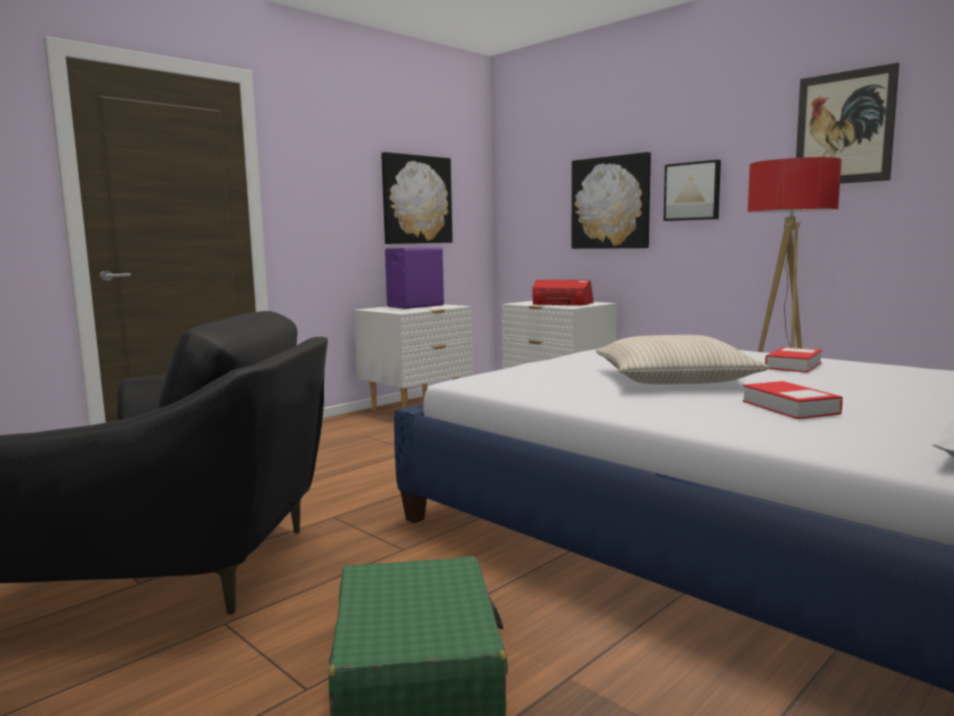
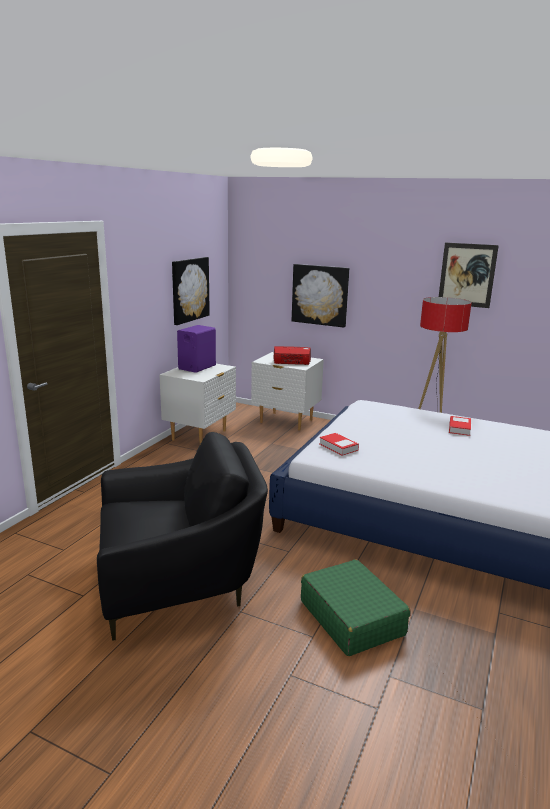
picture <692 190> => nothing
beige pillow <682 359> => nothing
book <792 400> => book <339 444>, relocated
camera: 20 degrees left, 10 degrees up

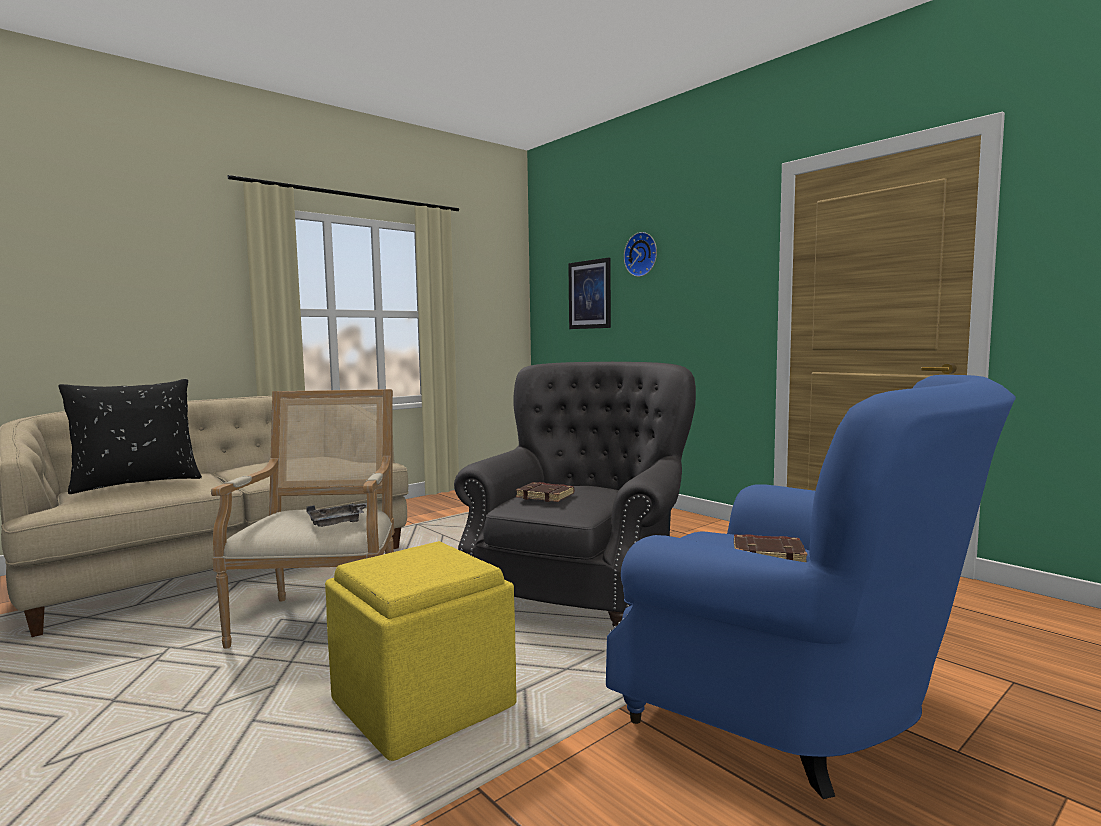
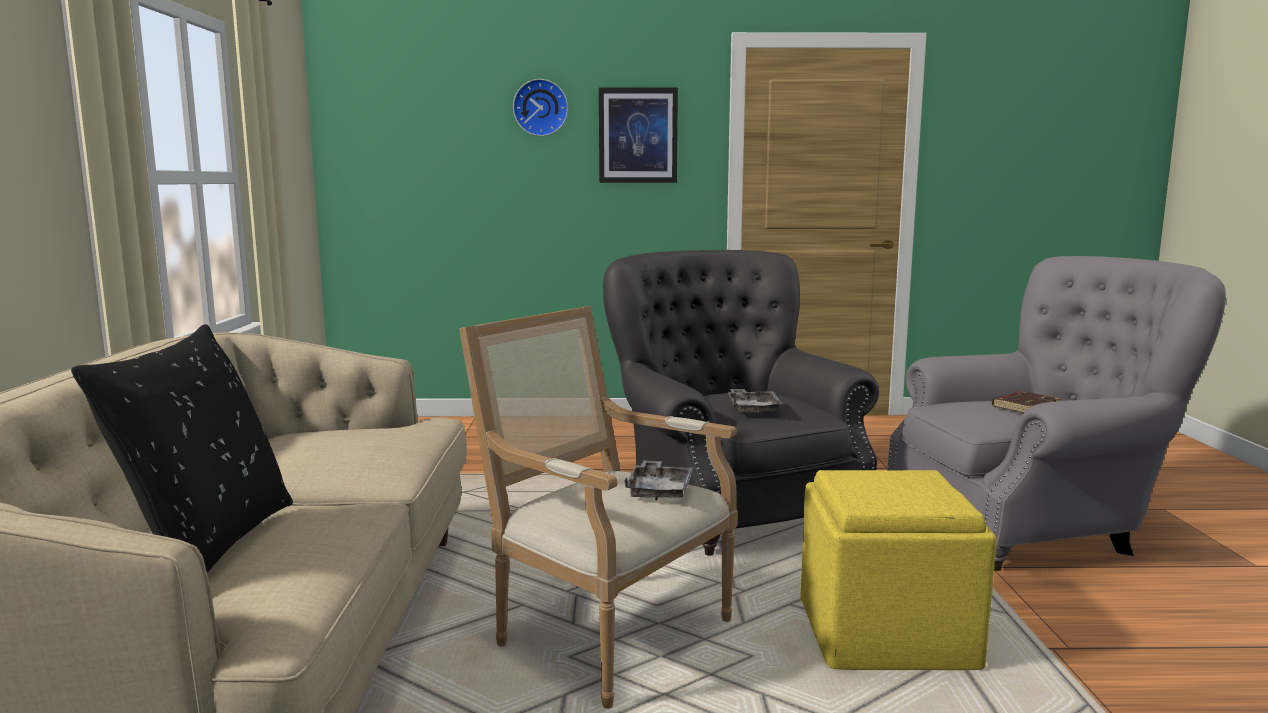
picture <589 293> => picture <638 135>, relocated
blue armchair <811 587> => grey armchair <1056 413>
brown book <545 492> => grey tray <755 401>
camera: 50 degrees left, 5 degrees up

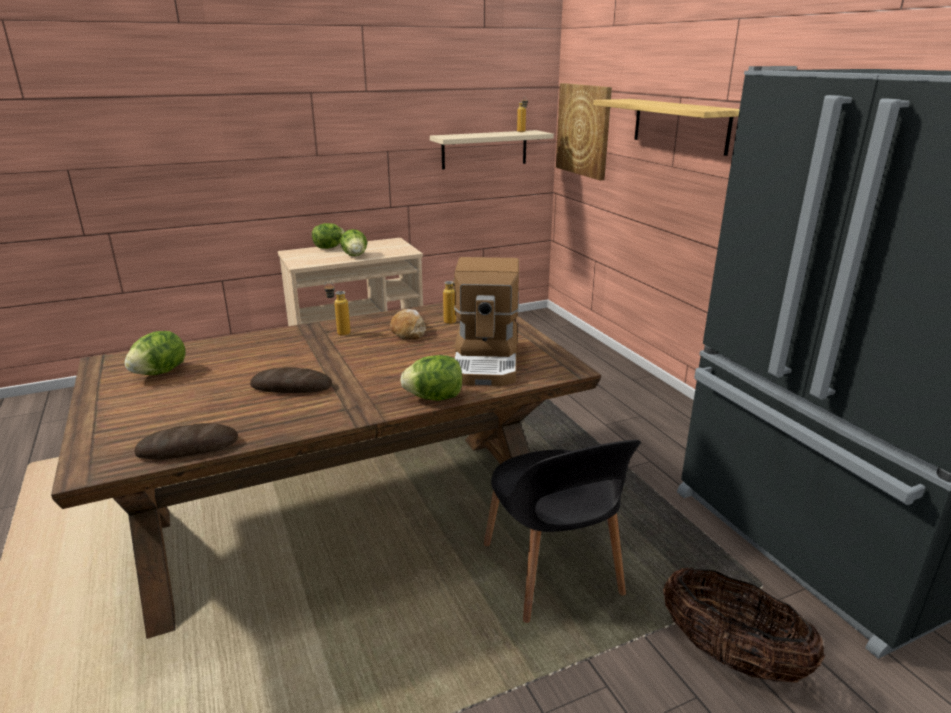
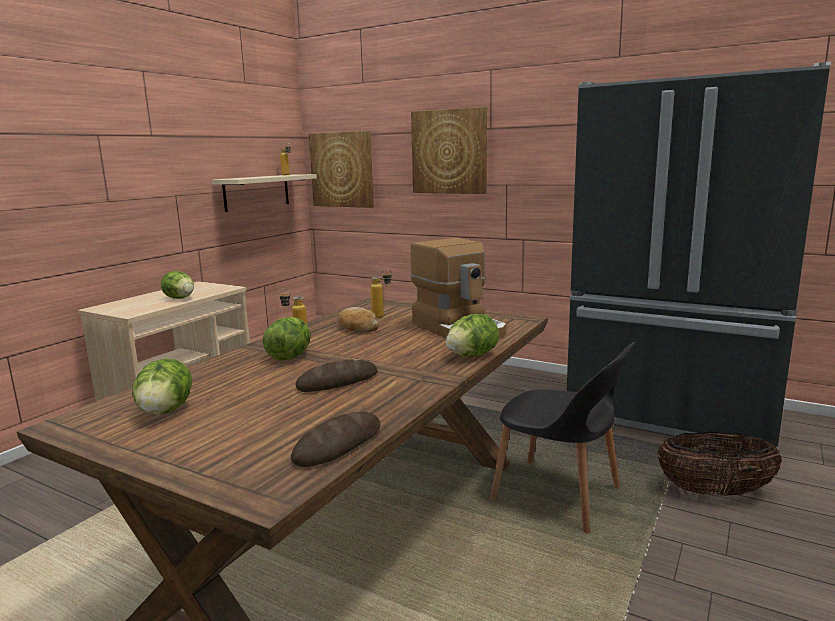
shelf <666 127> => picture <449 150>
lettuce <328 236> => lettuce <287 338>, relocated
camera: 35 degrees left, 10 degrees down

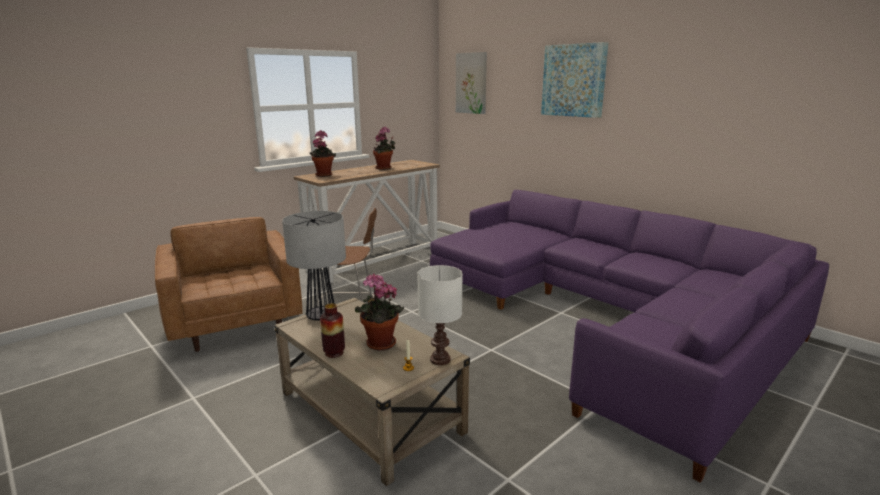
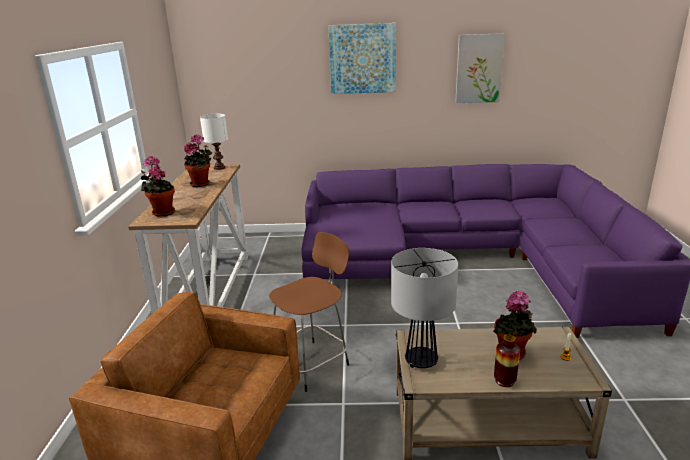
picture <471 83> => picture <480 68>, relocated
white table lamp <440 315> => white table lamp <214 142>, relocated
camera: 45 degrees left, 5 degrees up

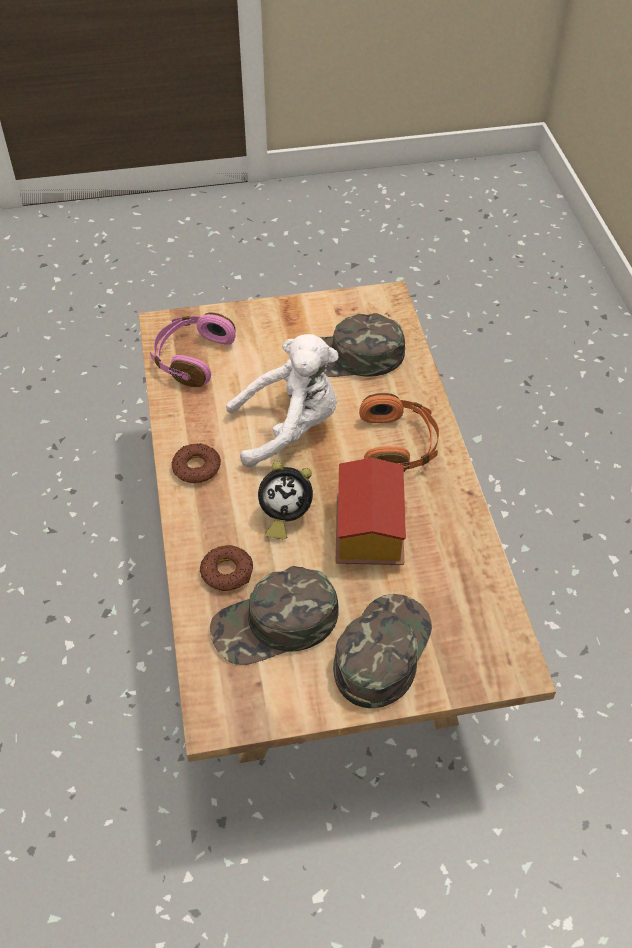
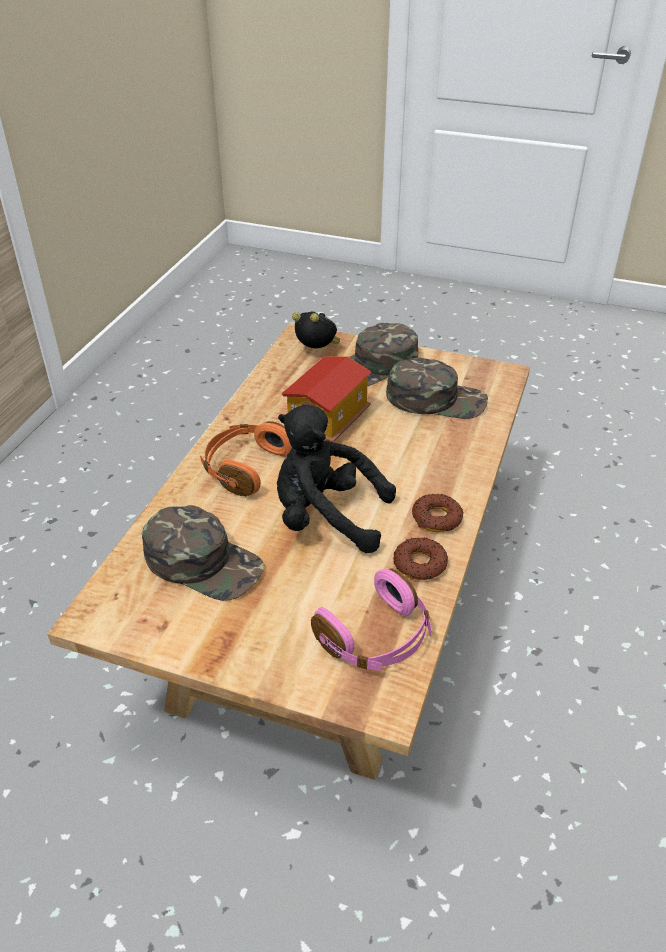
white plush toy <282 401> => black plush toy <336 479>
alarm clock <285 500> => alarm clock <316 330>, relocated
donut <226 568> => donut <420 558>, relocated
camera: 150 degrees left, 10 degrees down

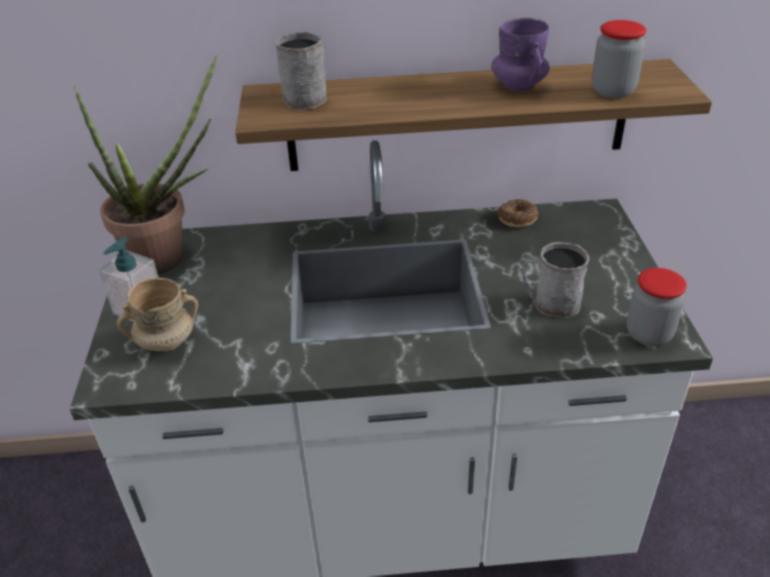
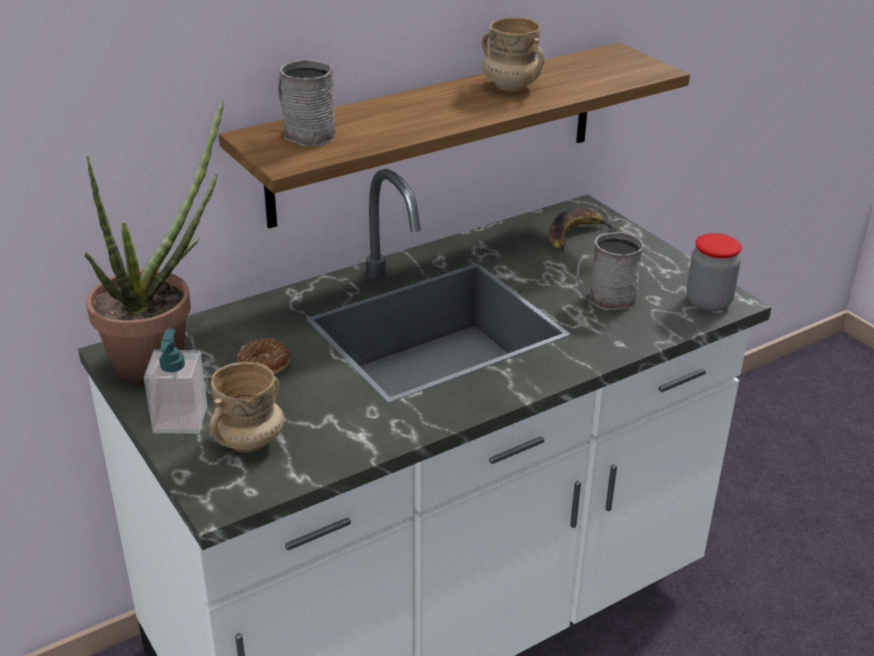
purple mug <520 54> => beige mug <513 54>
jar <618 59> => nothing
donut <518 213> => donut <264 356>, relocated
nothing => banana <583 229>
camera: 30 degrees left, 5 degrees down

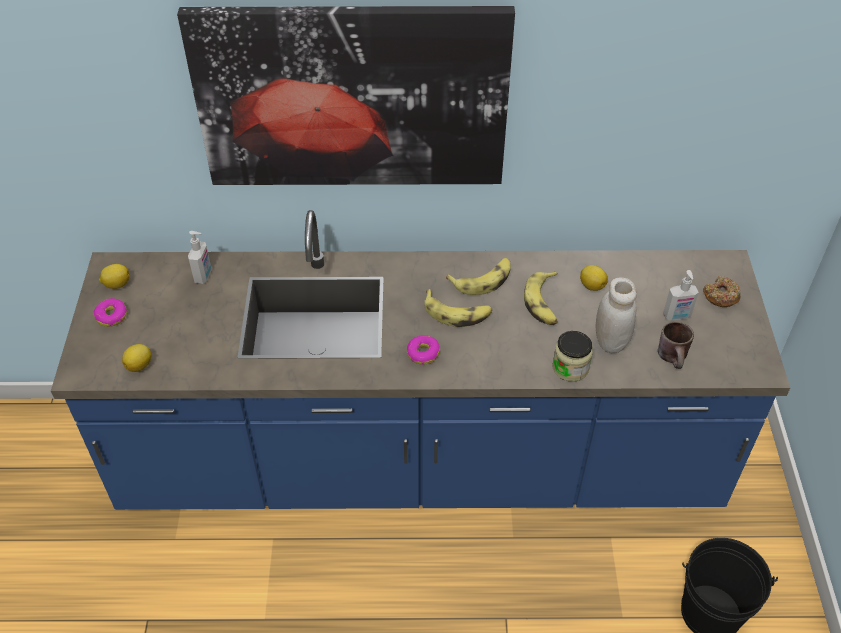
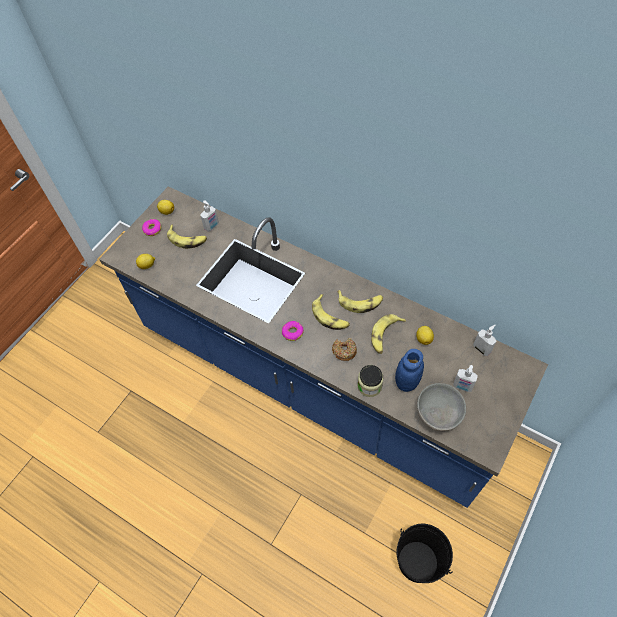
picture <346 95> => nothing
donut <722 291> => donut <344 349>, relocated
white jar <616 315> => blue jar <409 370>
brown mug <676 345> => grey bowl <441 407>
nothing => banana <187 237>
nothing => soap dispenser <485 340>
camera: 35 degrees right, 10 degrees up

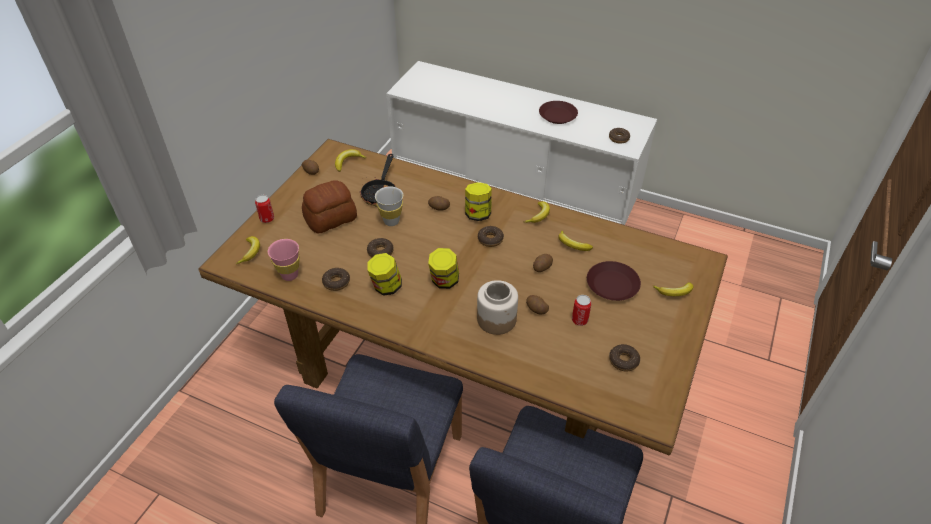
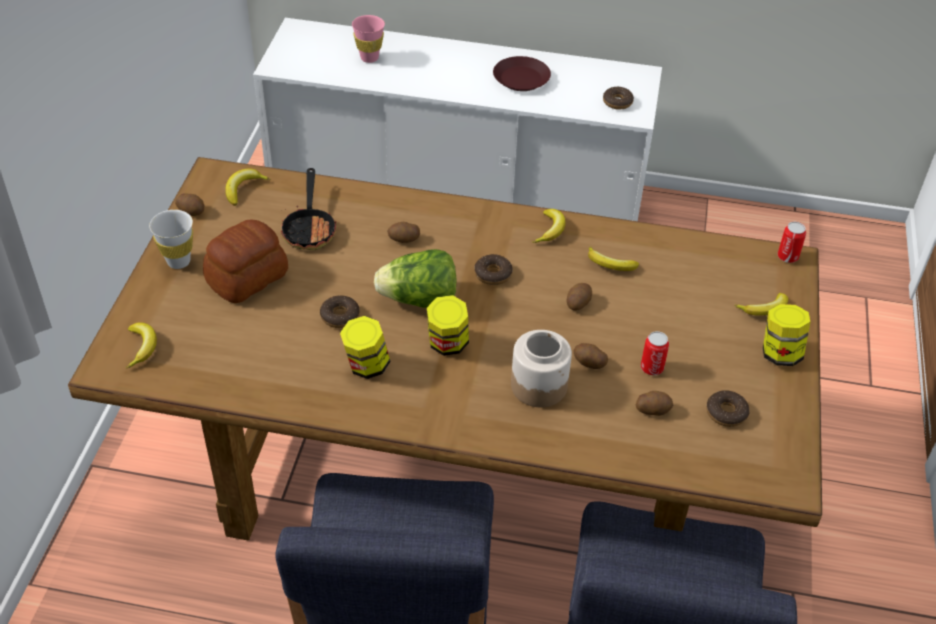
jar <478 201> => jar <786 335>, relocated
white cup <389 206> => white cup <171 239>, relocated
can <264 209> => can <792 242>, relocated
pink cup <284 260> => pink cup <368 39>, relocated
brown plate <614 281> => nothing
donut <336 279> => nothing
nothing => lettuce <415 278>
nothing => potato <654 403>
camera: 15 degrees left, 0 degrees up

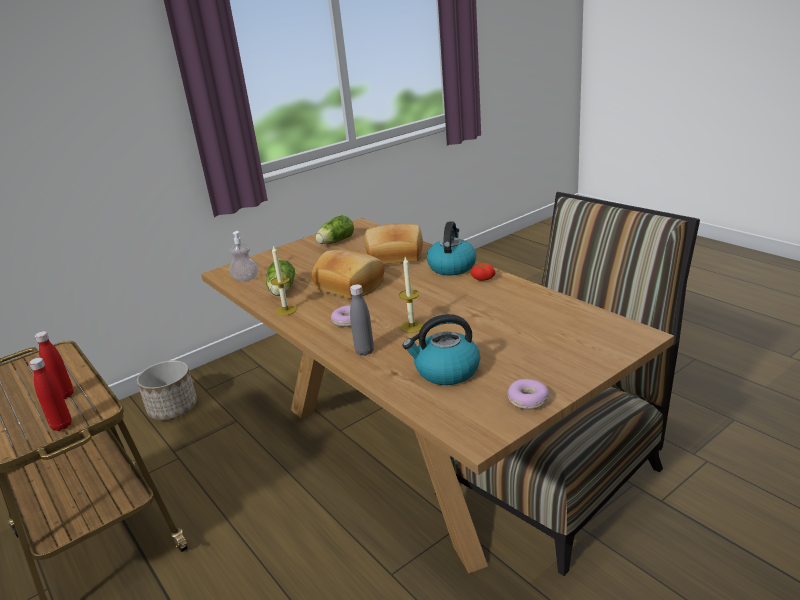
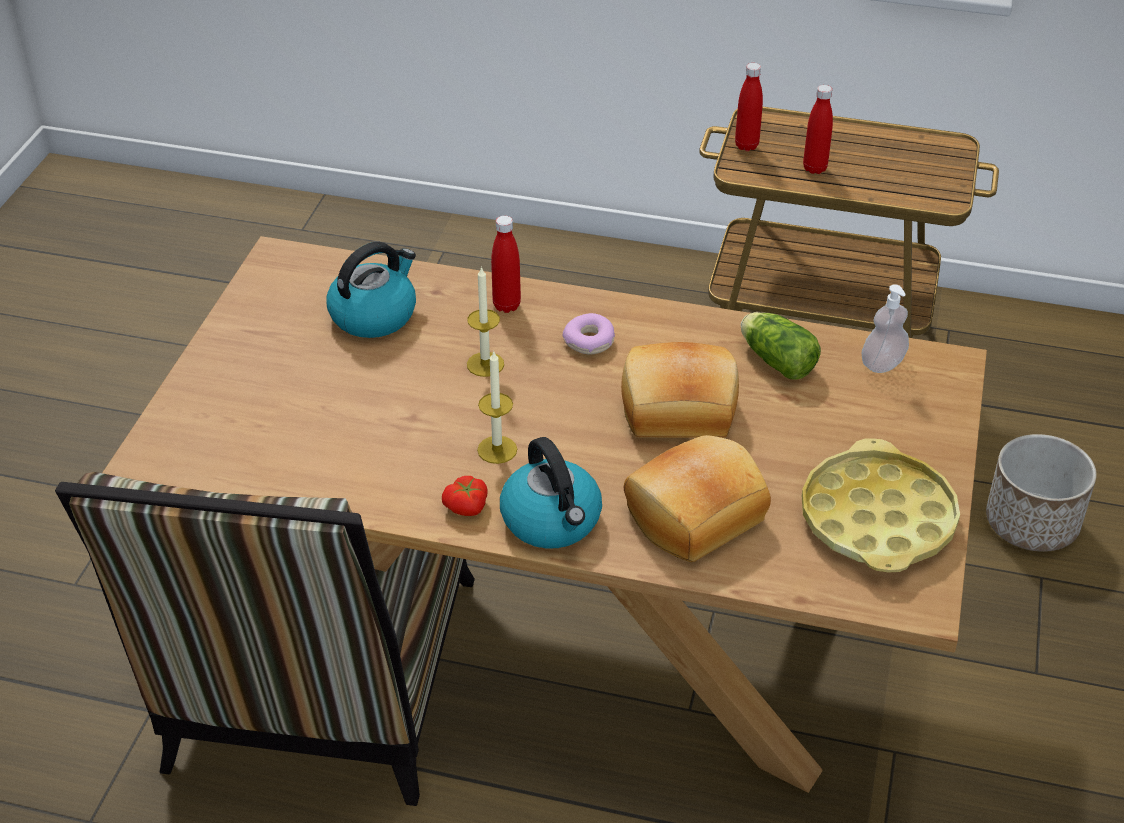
lettuce <335 229> => yellow tray <881 506>
candle <284 281> => candle <497 408>, relocated
grey bottle <362 320> => red bottle <506 264>
donut <528 394> => nothing
camera: 140 degrees right, 15 degrees up

